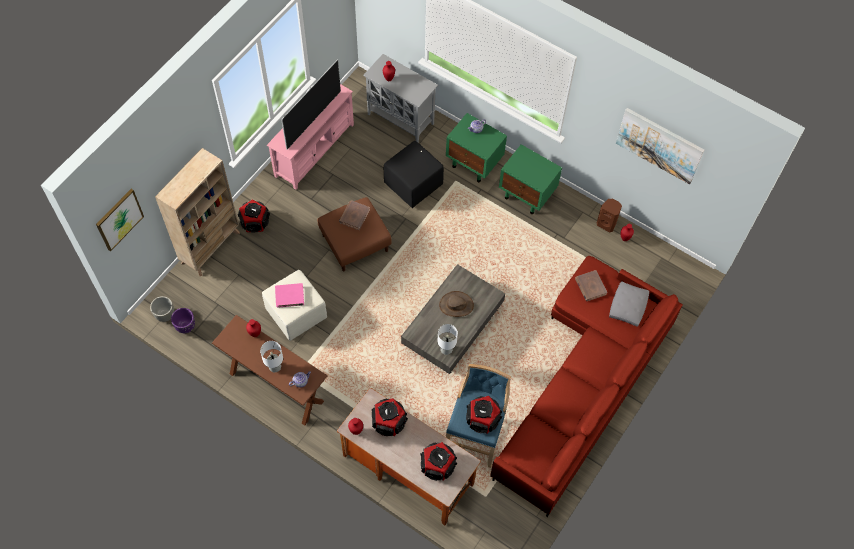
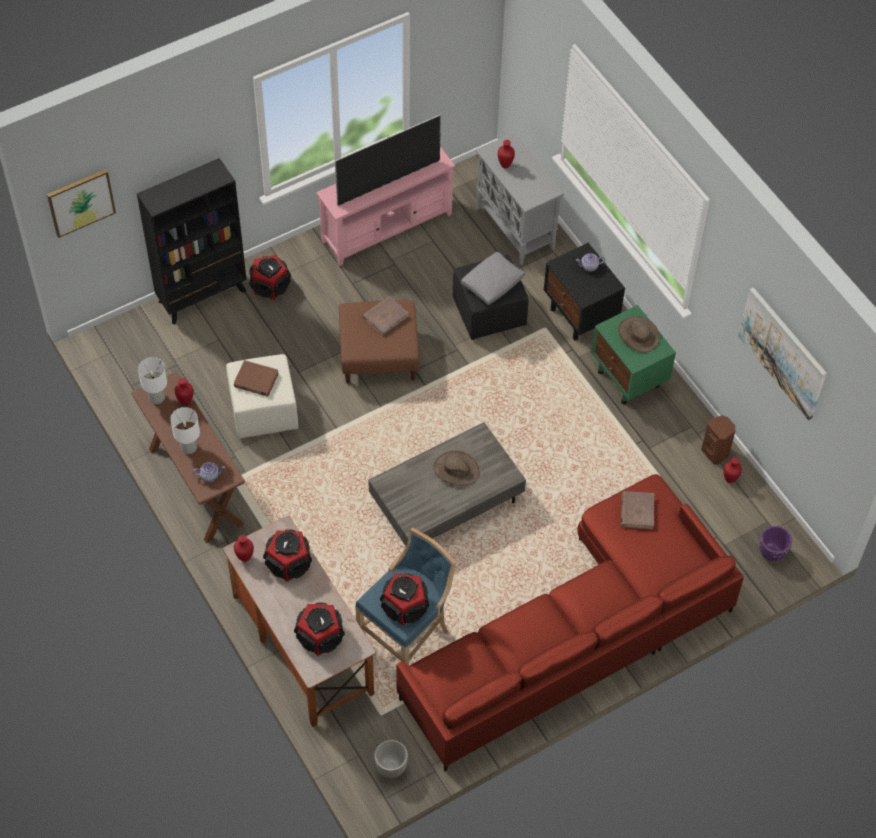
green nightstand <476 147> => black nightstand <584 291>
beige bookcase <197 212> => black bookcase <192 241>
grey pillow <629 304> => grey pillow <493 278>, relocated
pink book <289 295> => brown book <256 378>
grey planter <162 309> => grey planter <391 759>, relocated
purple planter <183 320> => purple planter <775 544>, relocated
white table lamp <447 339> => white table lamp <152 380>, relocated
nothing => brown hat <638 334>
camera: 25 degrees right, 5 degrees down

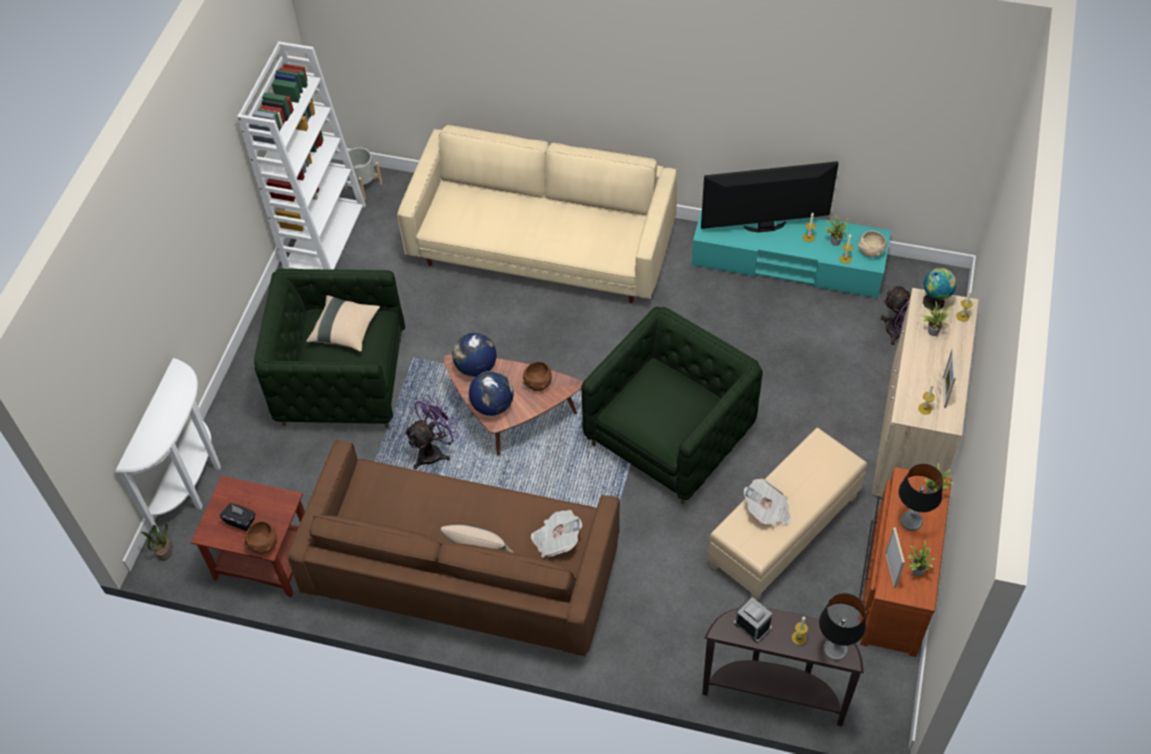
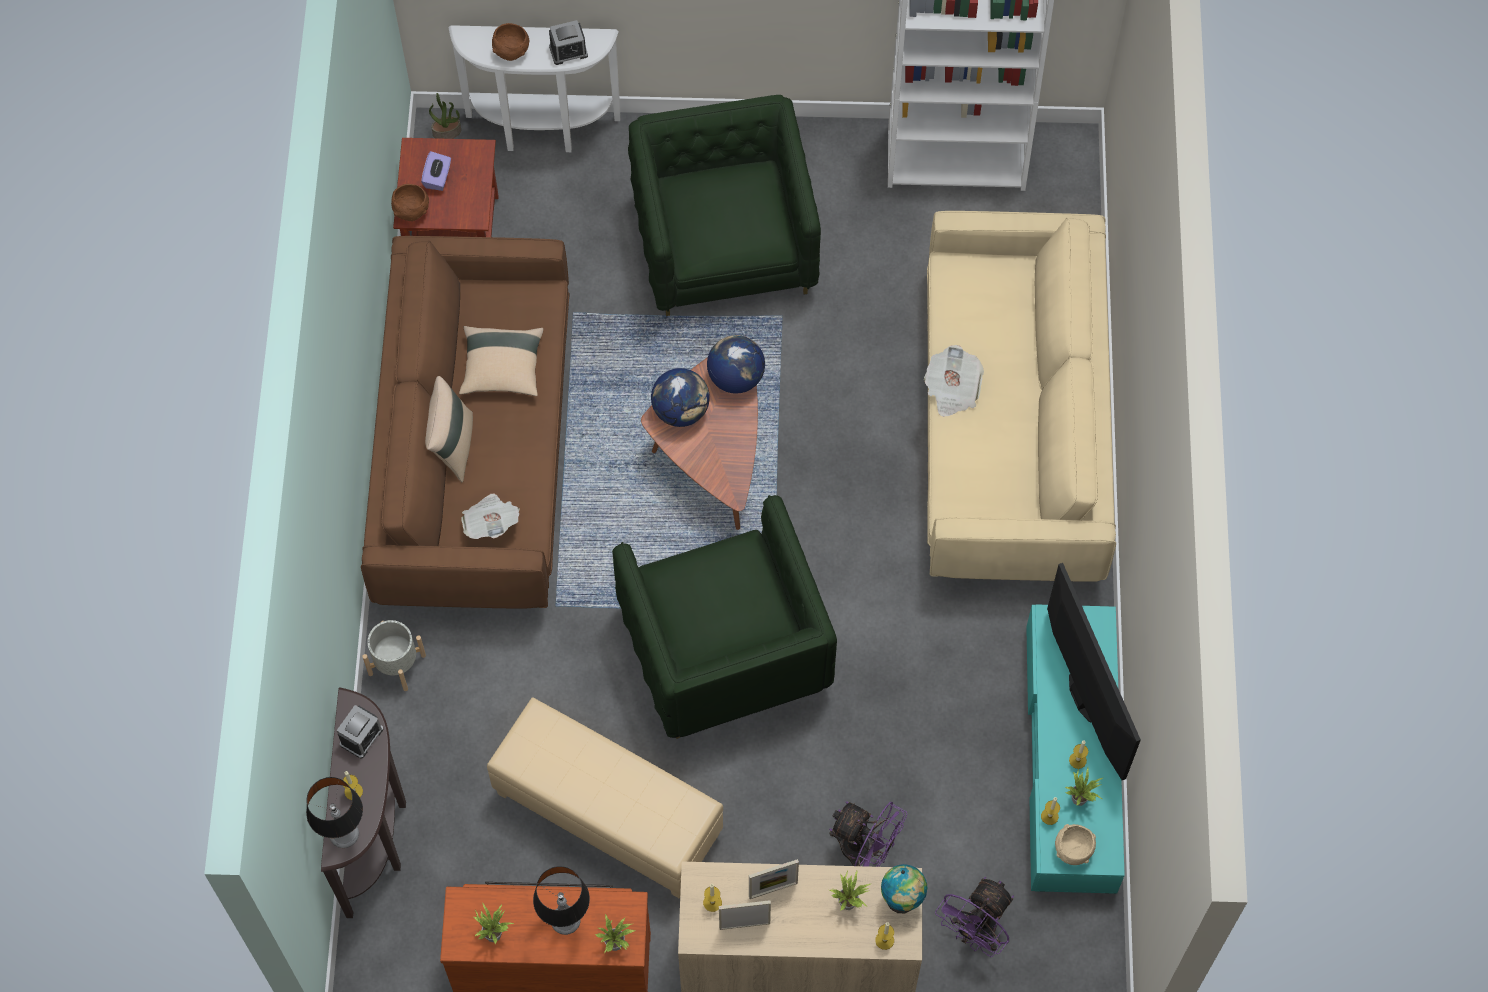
grey planter <363 173> => grey planter <394 655>, relocated
beige pillow <343 323> => beige pillow <501 361>, relocated
green armchair <672 405> => green armchair <724 617>, 45 degrees clockwise
brown bowl <537 376> => brown bowl <510 42>, relocated
purple fan <432 432> => purple fan <868 834>, relocated
newspaper <767 502> => newspaper <954 381>, relocated
black tissue box <237 517> => purple tissue box <436 171>
picture frame <895 557> => picture frame <774 879>, relocated
nothing => alarm clock <568 42>
camera: 75 degrees right, 10 degrees up

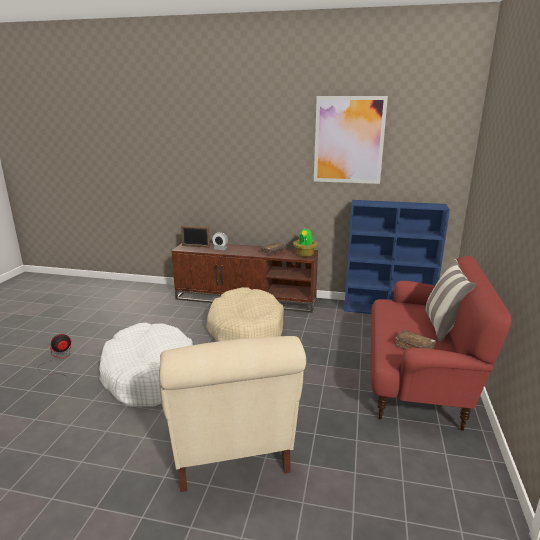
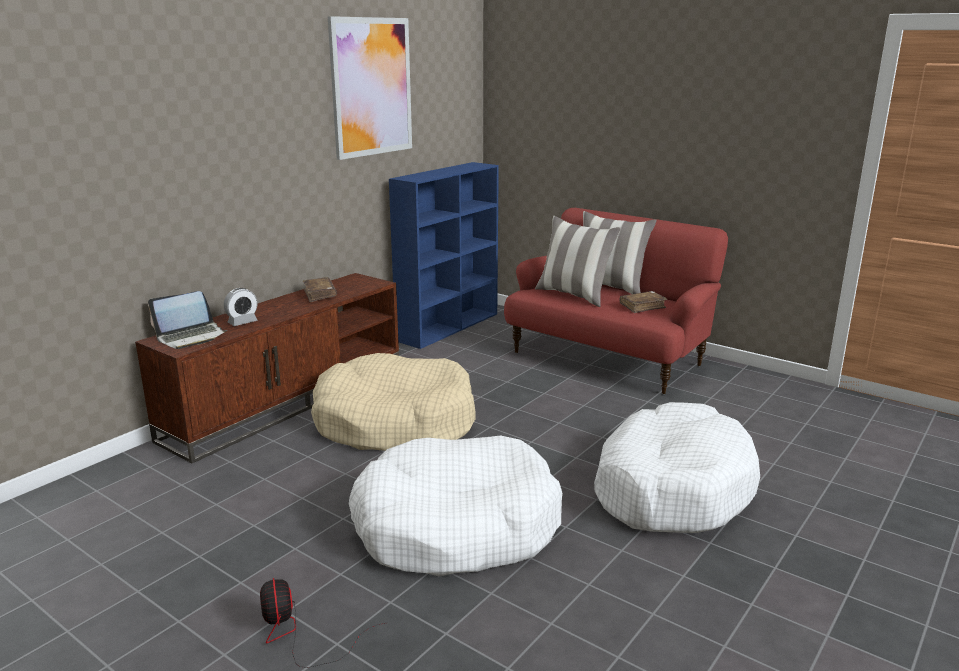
picture frame <195 237> => laptop <187 320>
potted plant <305 242> => nothing
beige armchair <232 414> => white dog bed <677 467>
nothing => pillow <578 261>
camera: 65 degrees left, 0 degrees up

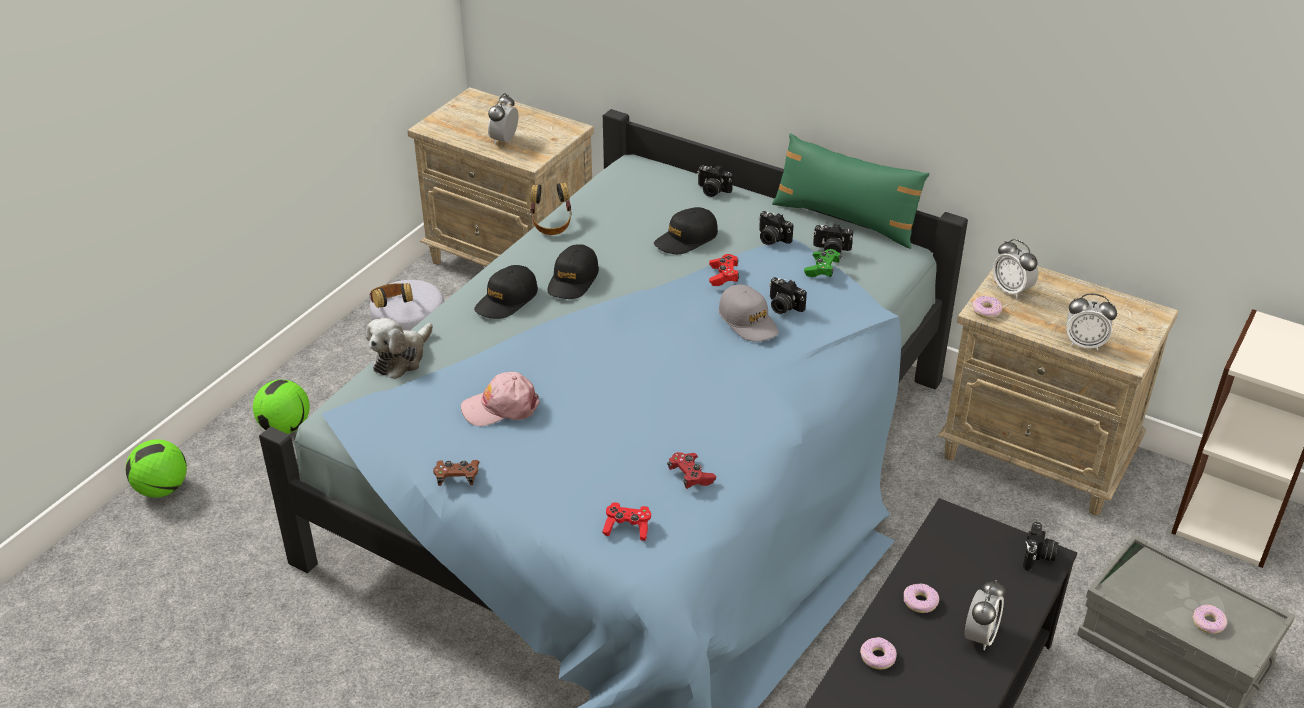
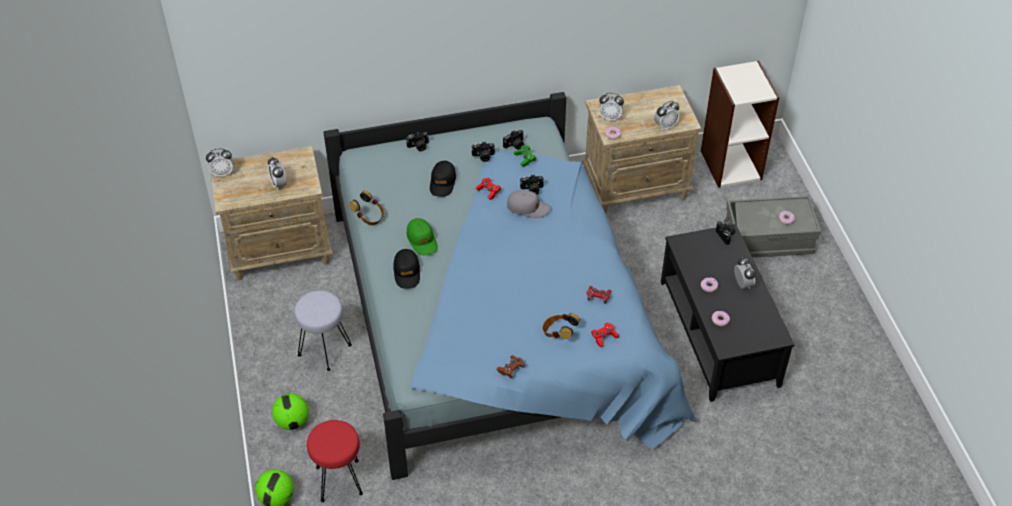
green pillow <851 191> => nothing
black cap <573 271> => green cap <422 237>
headphones <391 295> => headphones <561 326>, relocated
plush toy <399 348> => nothing
pink cap <500 399> => nothing
nothing => alarm clock <219 162>
nothing => red stool <335 461>
camera: 45 degrees left, 10 degrees up

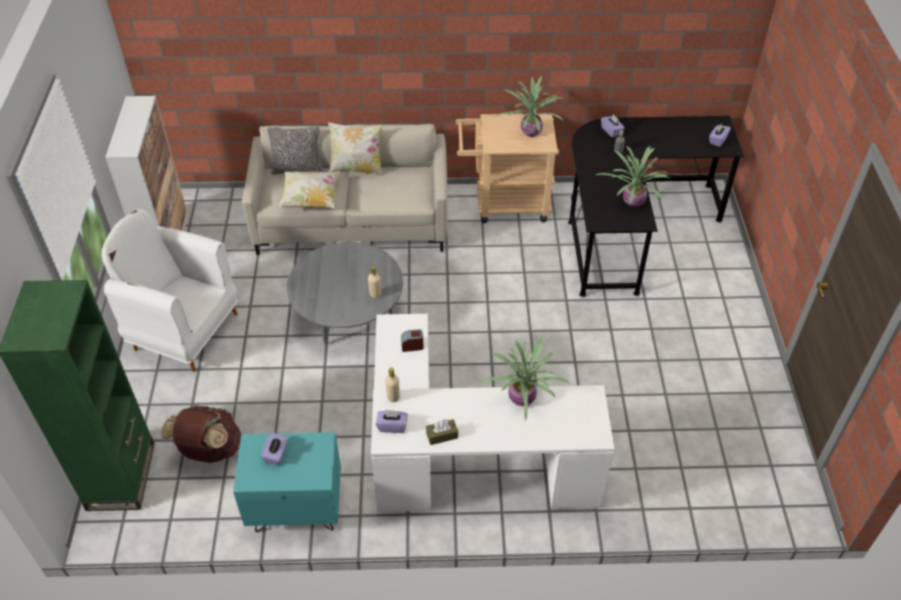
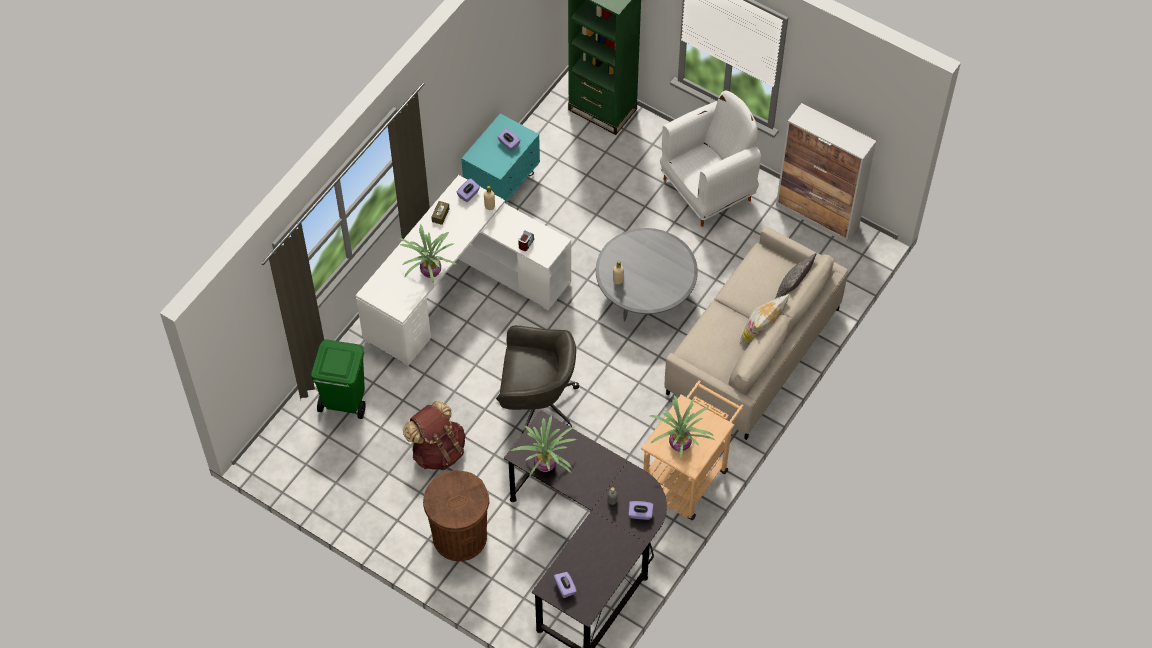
pillow <308 189> => nothing
brown backpack <201 434> => brown backpack <434 435>, relocated
nothing => grey office chair <537 379>
nothing => green trash can <338 379>
nothing => brown trash can <456 515>
camera: 125 degrees right, 10 degrees up

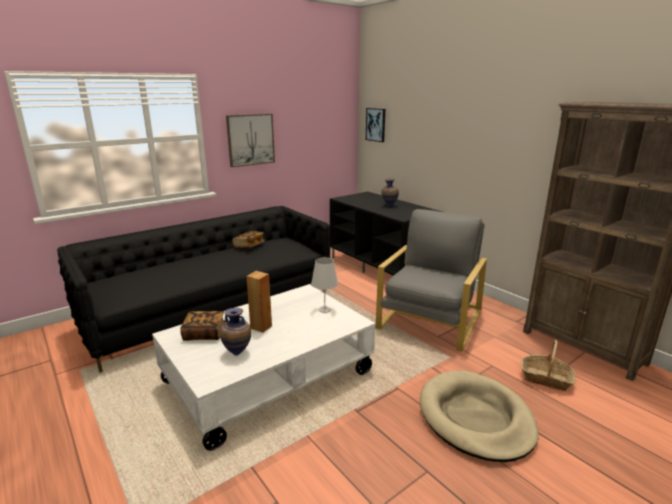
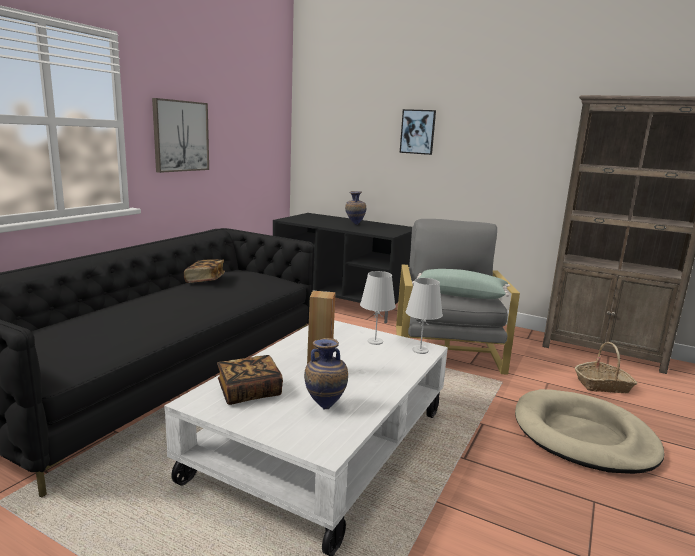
picture <375 125> => picture <418 132>, relocated
nothing => green pillow <461 284>
nothing => white table lamp <424 316>
camera: 25 degrees left, 5 degrees down

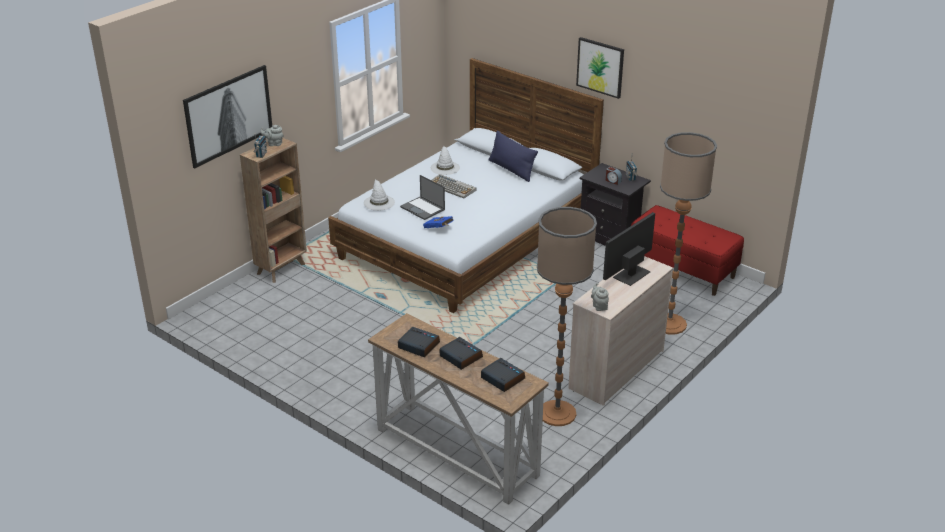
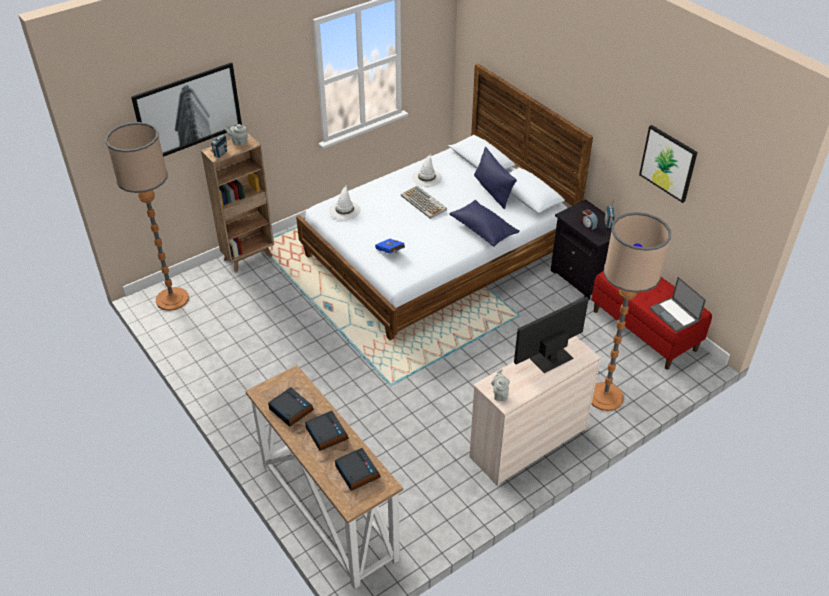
picture <600 68> => picture <668 164>, relocated
laptop <422 197> => laptop <677 304>, relocated
floor lamp <567 316> => floor lamp <147 216>, relocated
nothing => blue pillow <485 223>
camera: 15 degrees right, 10 degrees up

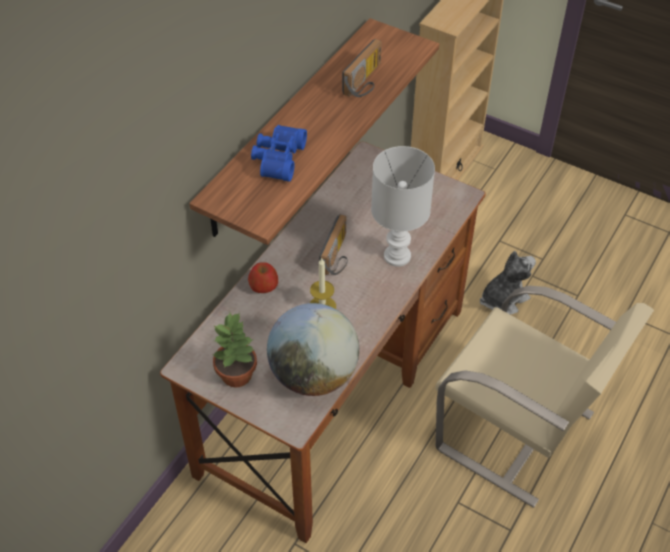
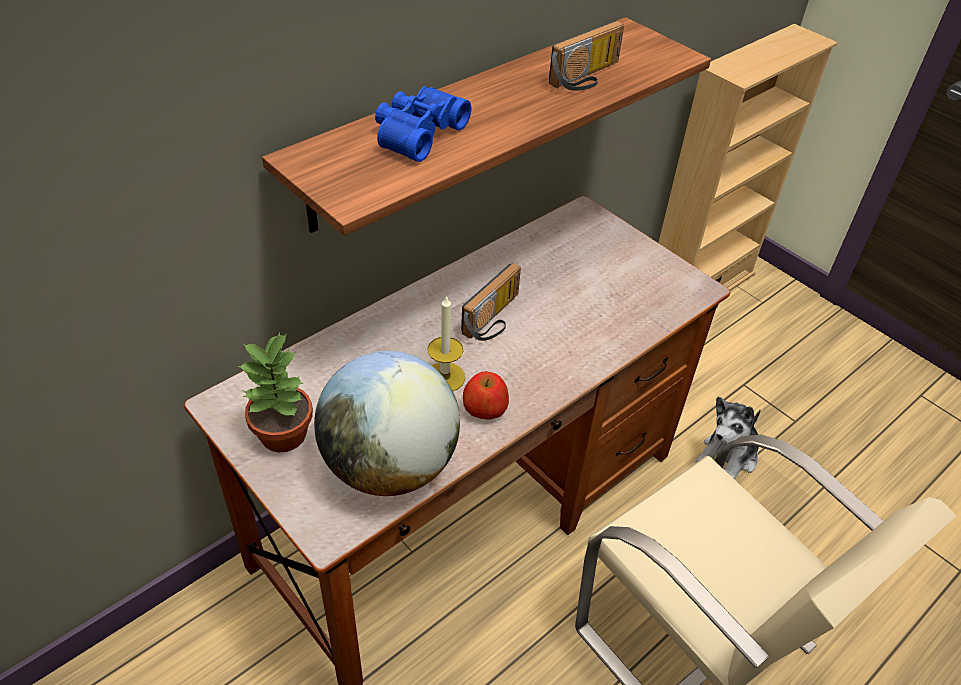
white table lamp <403 206> => nothing
plush toy <508 282> => plush toy <728 438>, 150 degrees clockwise
apple <263 277> => apple <486 395>, relocated
camera: 15 degrees right, 5 degrees down

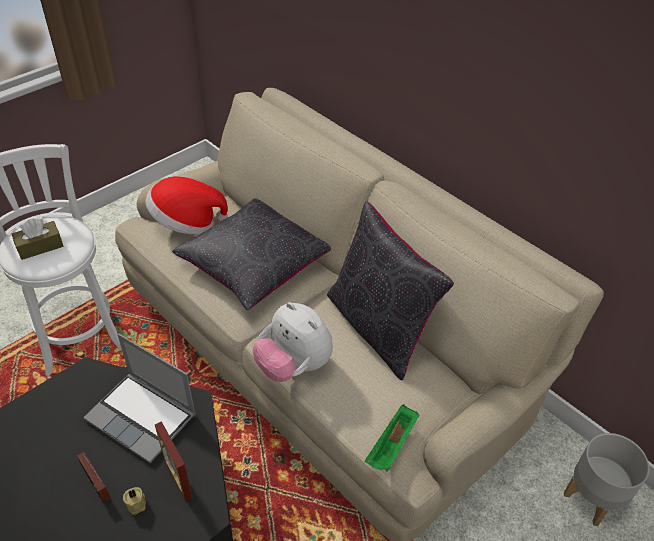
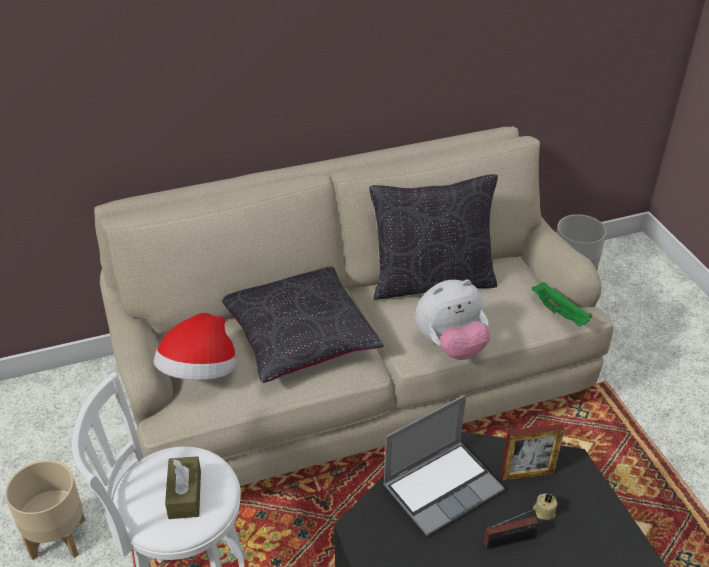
nothing => beige planter <45 510>
camera: 65 degrees left, 5 degrees down

